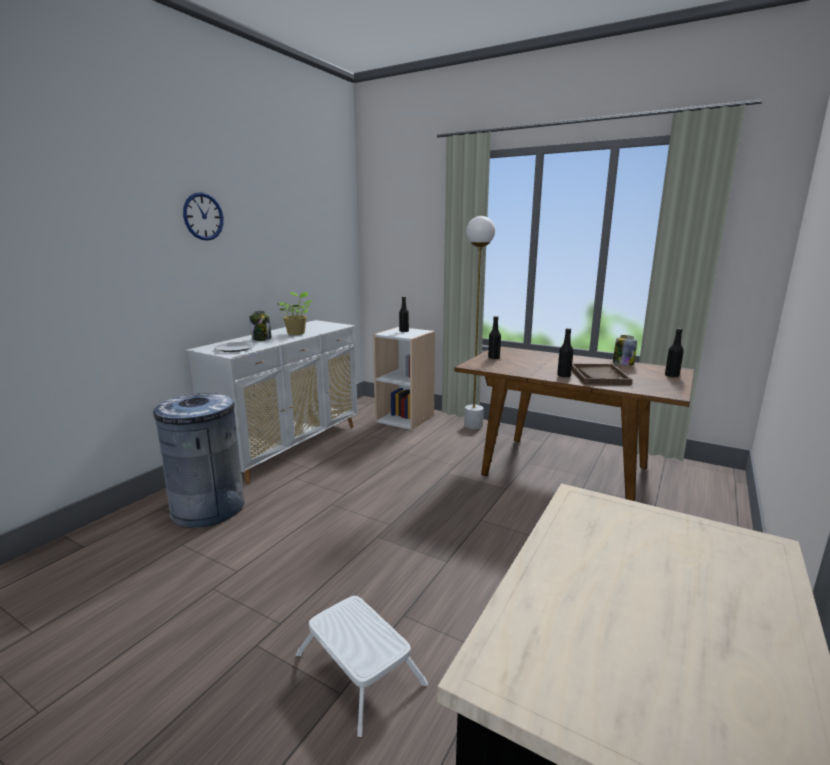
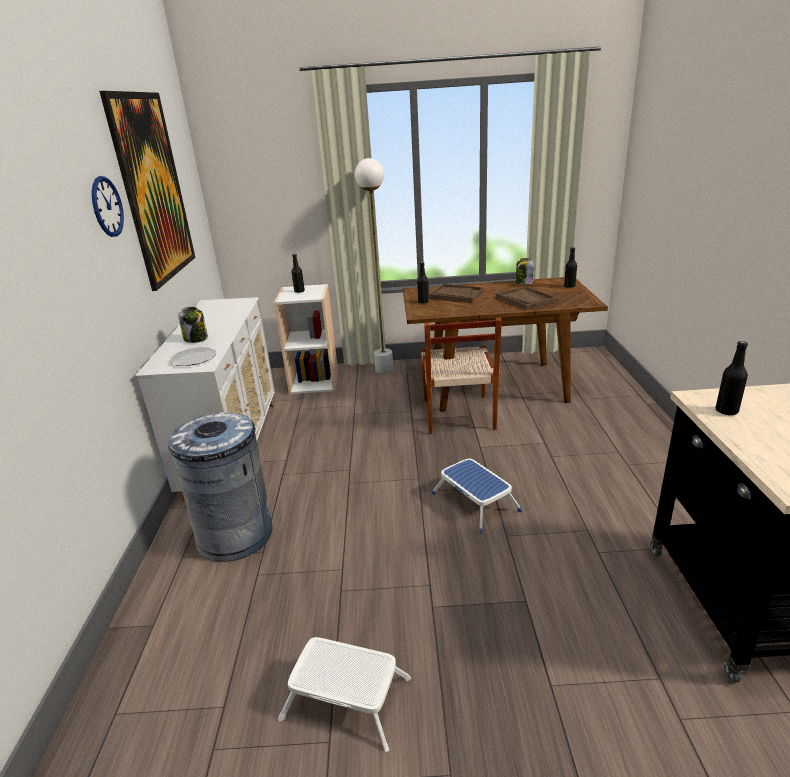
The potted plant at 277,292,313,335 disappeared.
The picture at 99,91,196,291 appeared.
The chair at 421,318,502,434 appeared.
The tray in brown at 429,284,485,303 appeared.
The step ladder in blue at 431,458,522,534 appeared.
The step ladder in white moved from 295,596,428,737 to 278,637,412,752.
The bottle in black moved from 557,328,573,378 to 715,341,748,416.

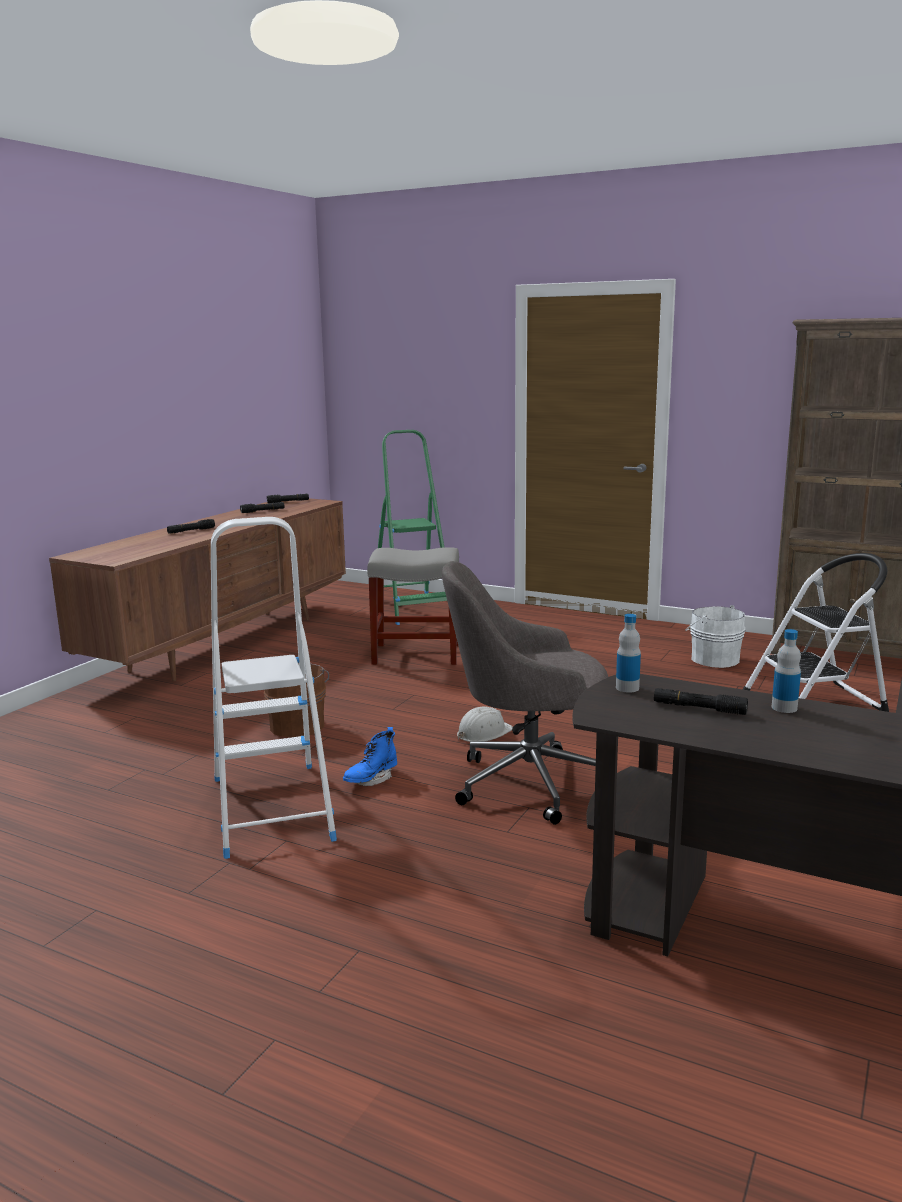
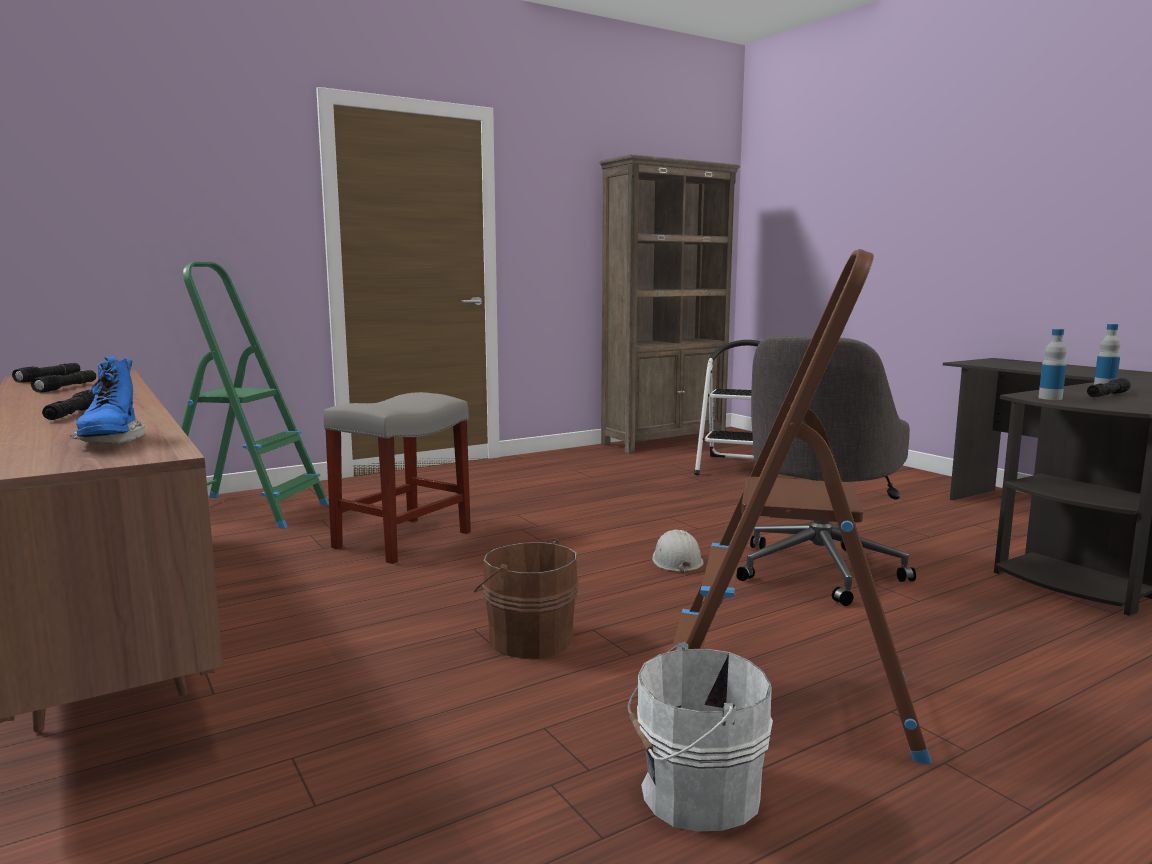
The boot in blue moved from 343,727,397,786 to 70,356,146,444.
The bucket in white moved from 685,605,745,668 to 628,642,773,832.
The step ladder in white at 211,517,337,859 became the step ladder in brown at 672,249,932,764.

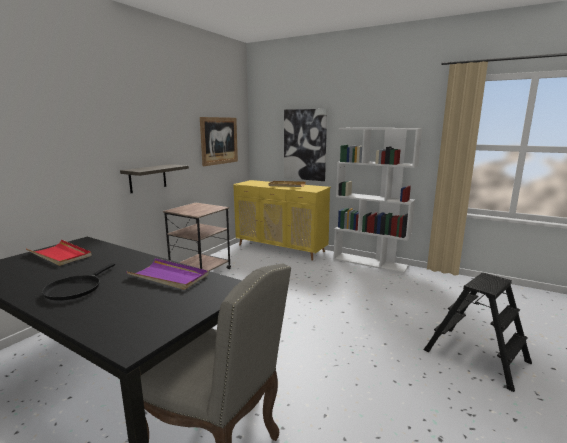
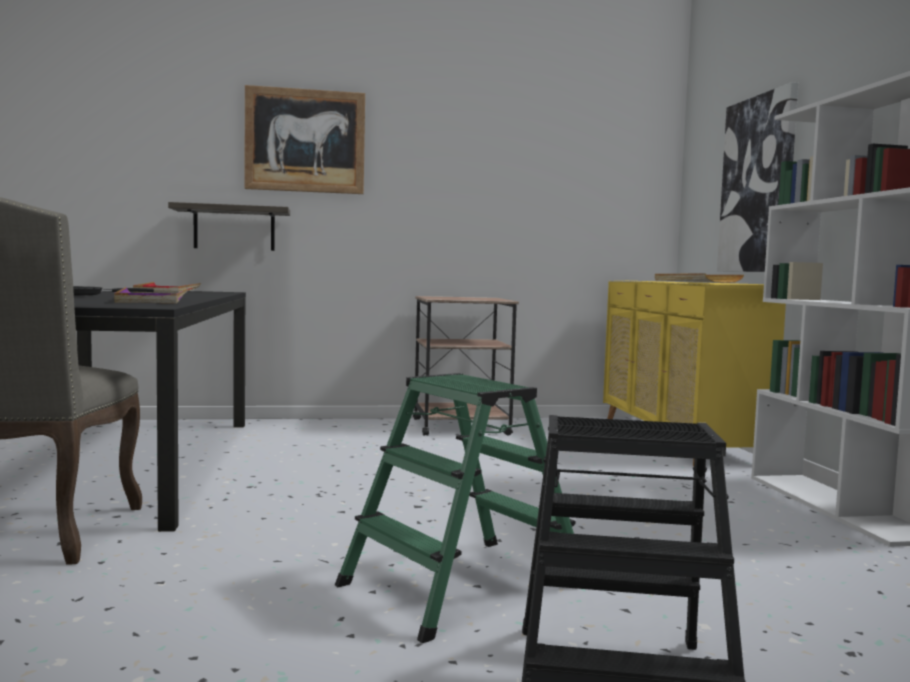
The step ladder in green at 335,373,576,643 appeared.
The shelf moved from 120,164,189,193 to 168,202,290,251.
The picture moved from 200,117,238,166 to 244,85,365,194.

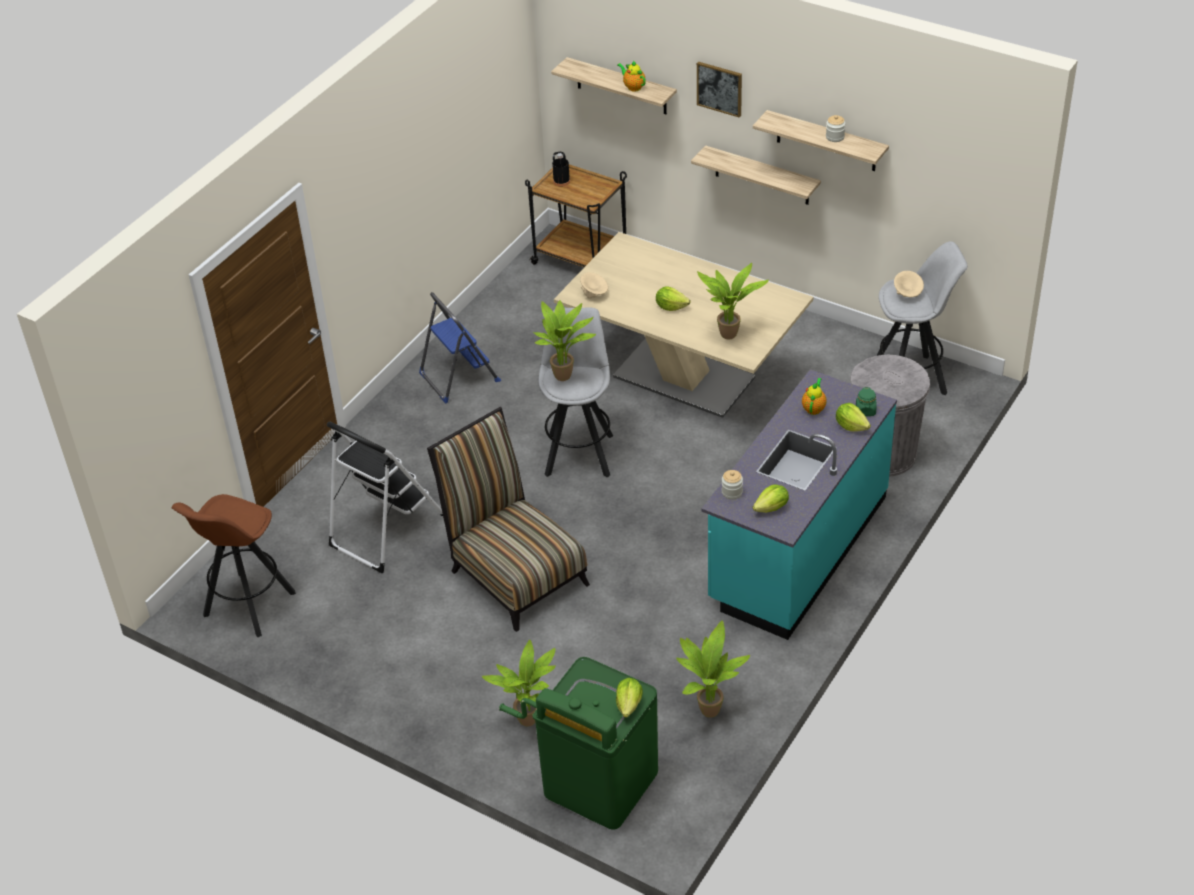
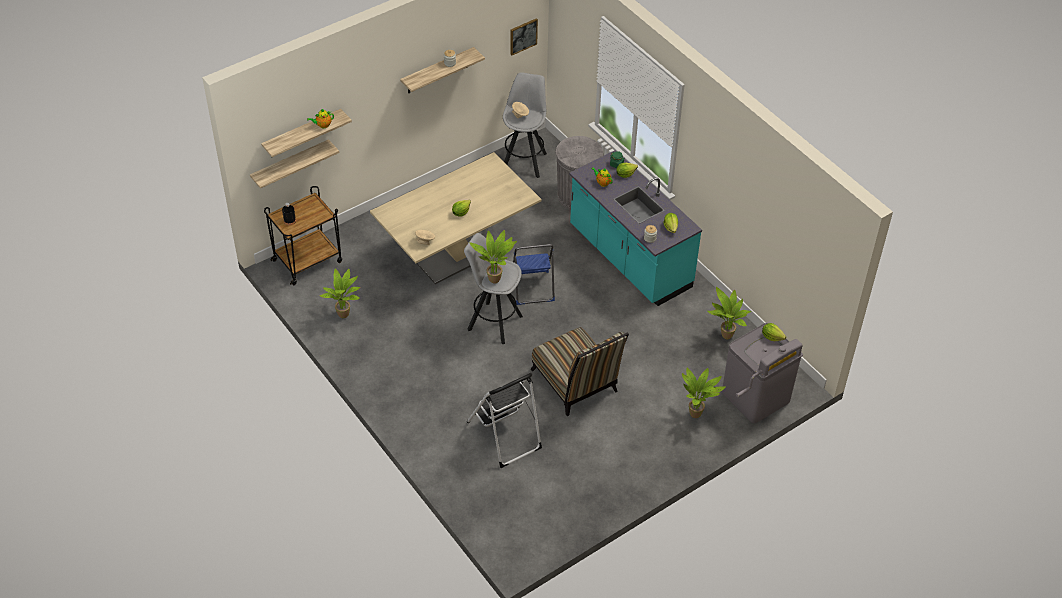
The stool in brown at 172,494,296,637 disappeared.
The step ladder in blue moved from 419,292,501,403 to 513,244,555,305.
The shelf moved from 691,145,821,205 to 250,139,339,188.
The picture moved from 697,61,742,118 to 511,18,538,55.
The potted plant moved from 697,263,769,339 to 319,268,360,318.
The washing machine in green at 499,657,658,830 became the washing machine in grey at 722,323,803,423.
The chair at 427,407,590,632 turned 105 degrees counterclockwise.

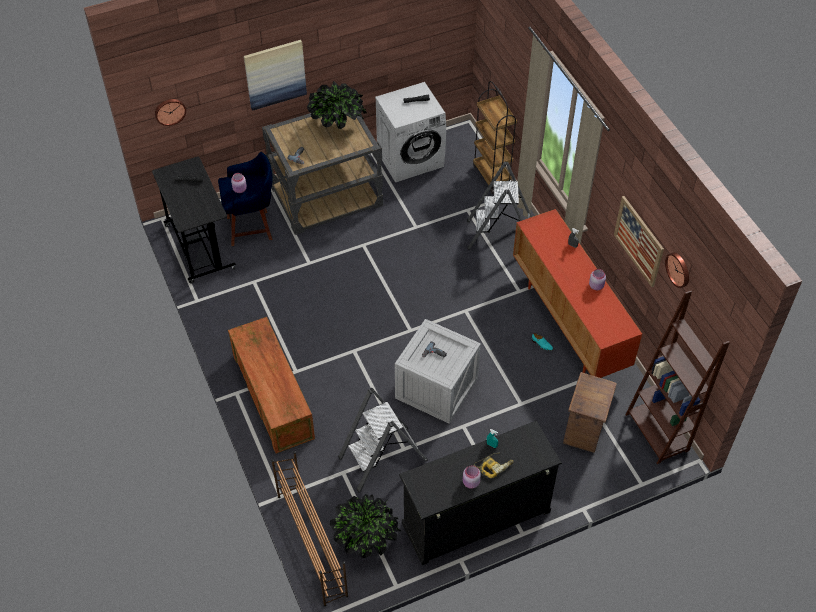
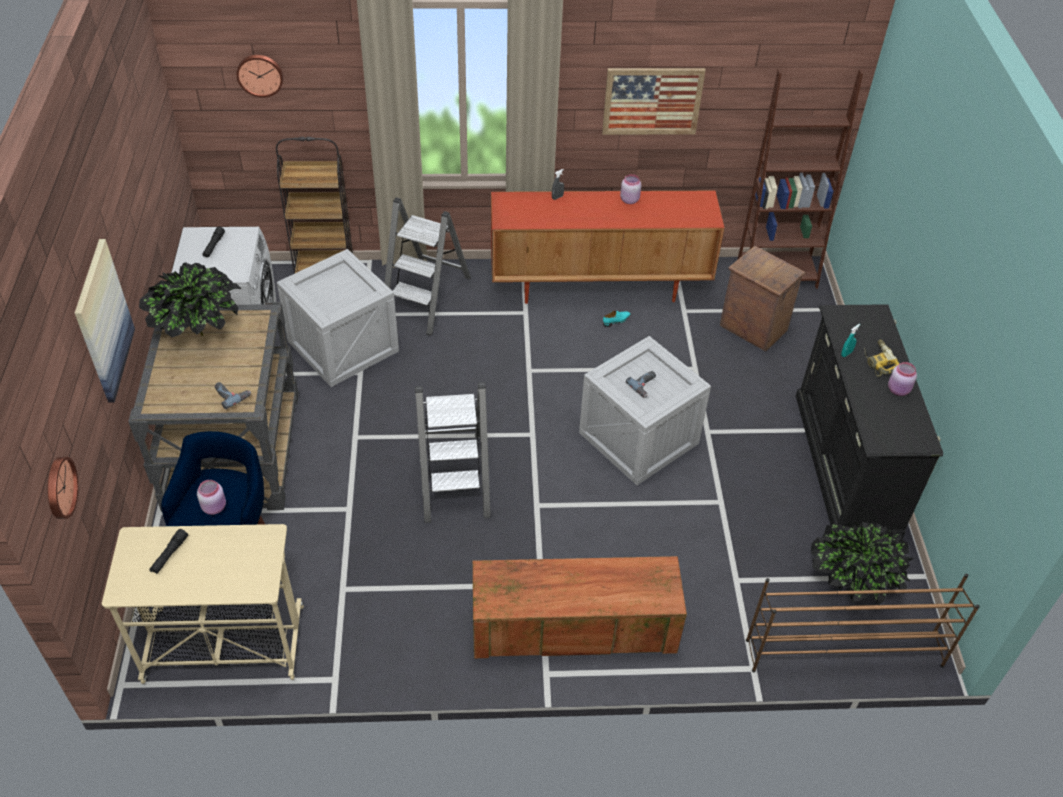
The crate at 277,249,399,387 appeared.
The step ladder in grey moved from 338,388,428,493 to 415,382,491,523.
The wall clock moved from 665,253,689,288 to 236,55,283,98.
The desk in black at 152,157,236,284 became the desk in beige at 102,524,304,684.

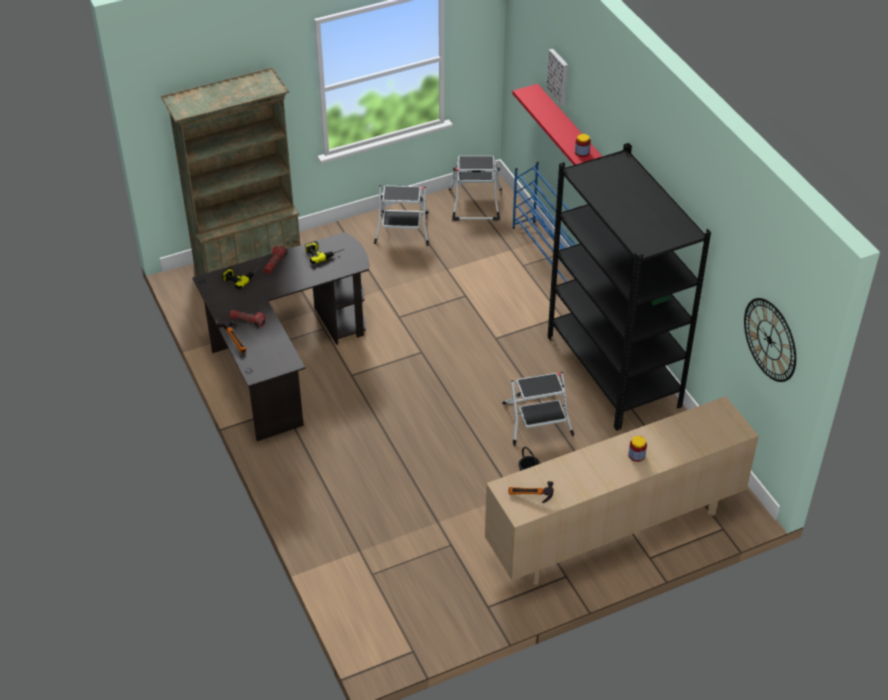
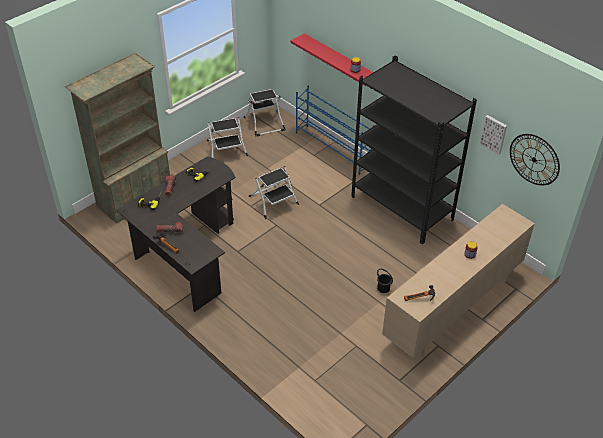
The step ladder moved from 502,372,574,446 to 249,166,299,219.
The picture moved from 547,49,568,106 to 480,115,507,155.

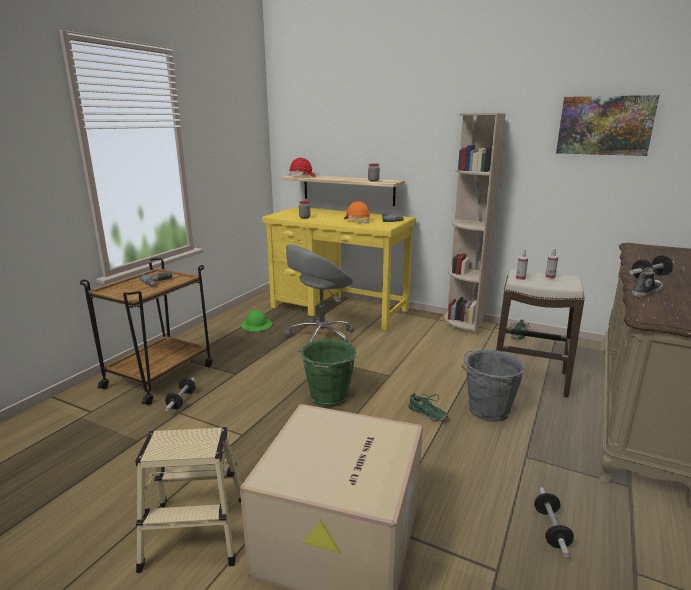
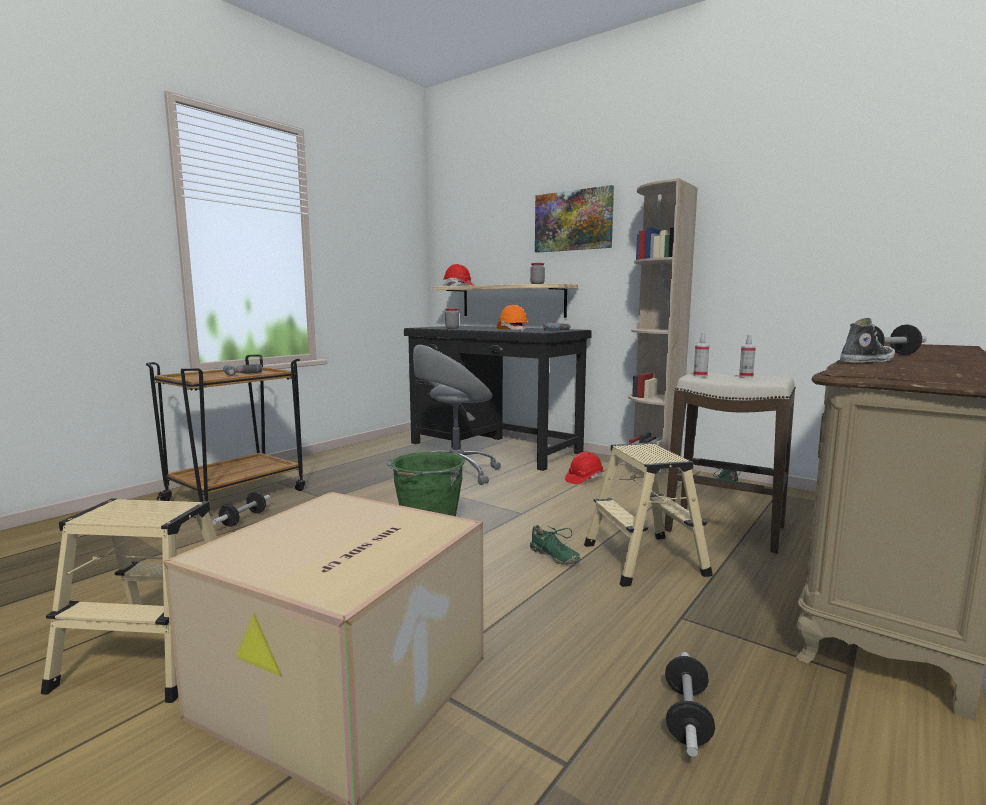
The hard hat in green at 241,310,272,331 disappeared.
The hard hat in red at 565,452,604,484 appeared.
The picture moved from 556,95,660,156 to 535,185,614,253.
The bucket in grey at 462,350,526,422 was replaced by the step ladder in beige at 584,442,713,587.
The desk in yellow at 262,207,416,331 became the desk in black at 404,326,592,471.

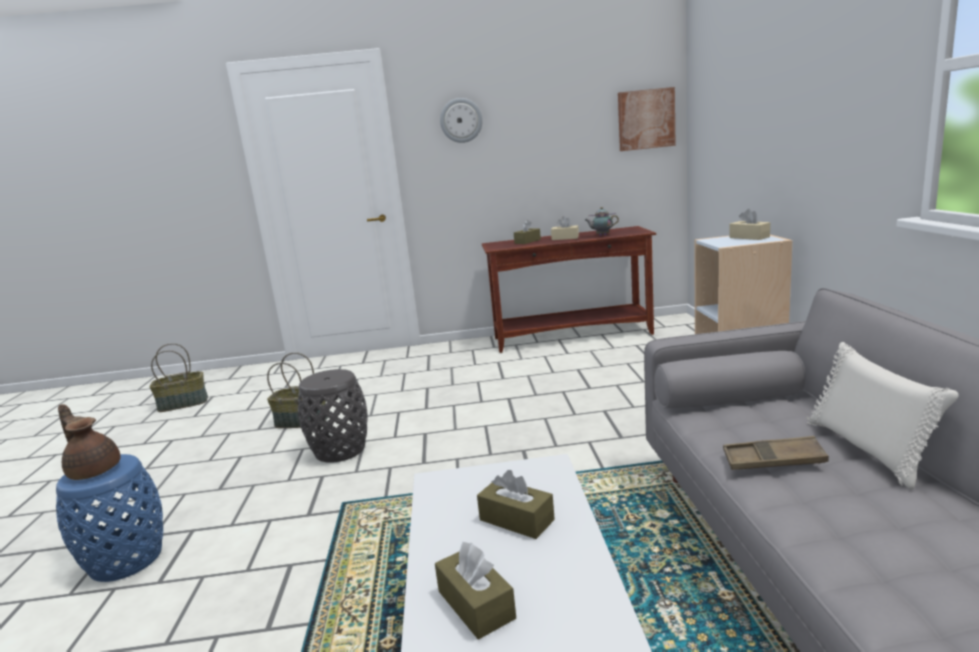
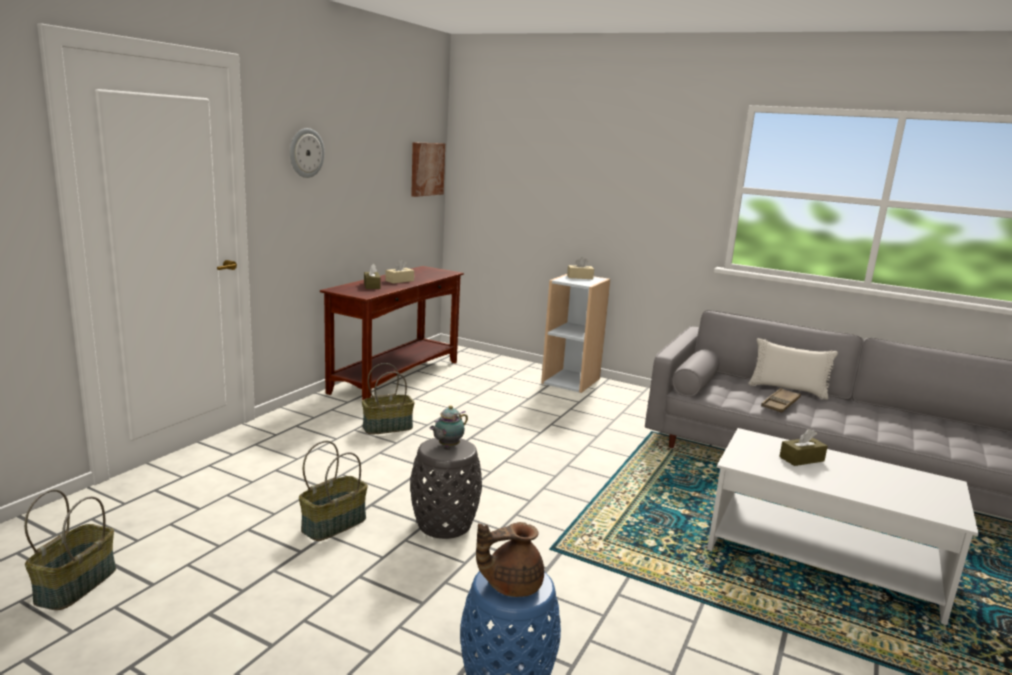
The tissue box in brown at 435,542,516,640 disappeared.
The basket at 362,363,415,435 appeared.
The teapot moved from 585,207,619,236 to 430,406,468,447.

